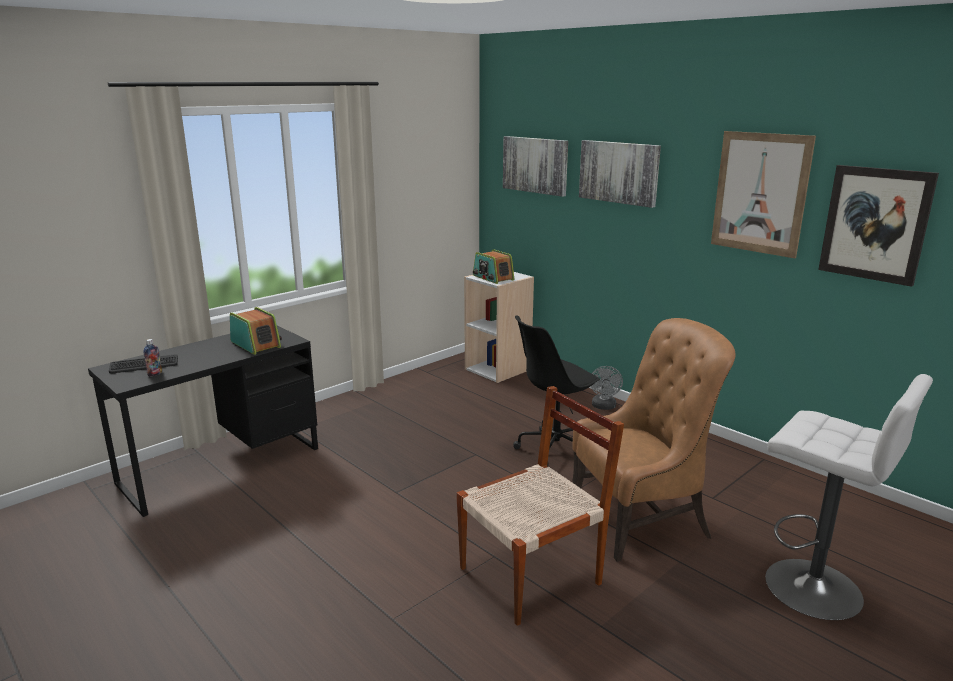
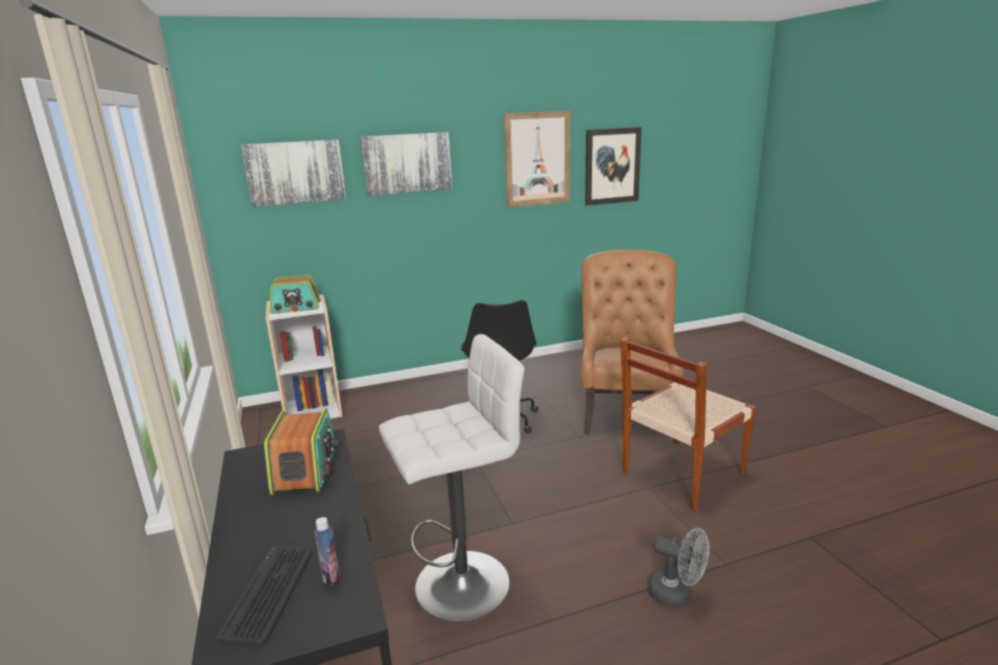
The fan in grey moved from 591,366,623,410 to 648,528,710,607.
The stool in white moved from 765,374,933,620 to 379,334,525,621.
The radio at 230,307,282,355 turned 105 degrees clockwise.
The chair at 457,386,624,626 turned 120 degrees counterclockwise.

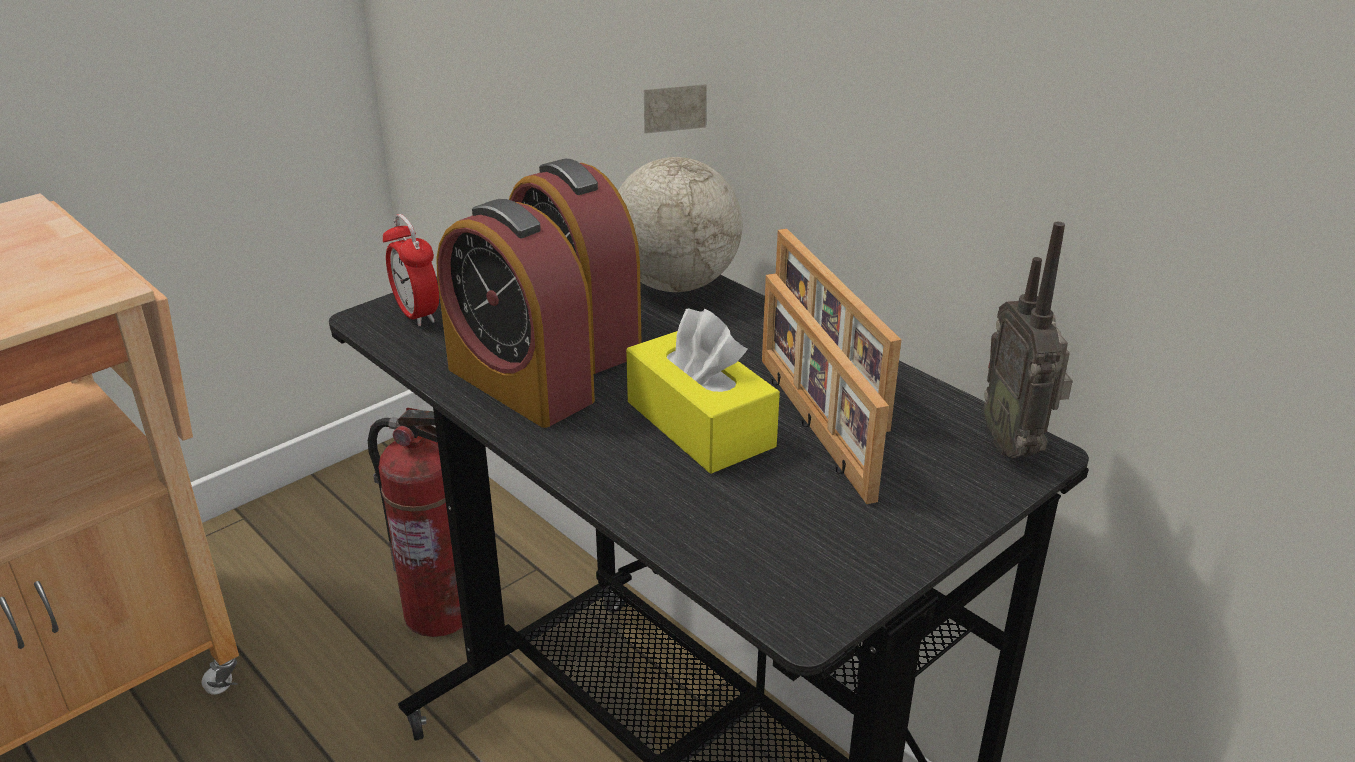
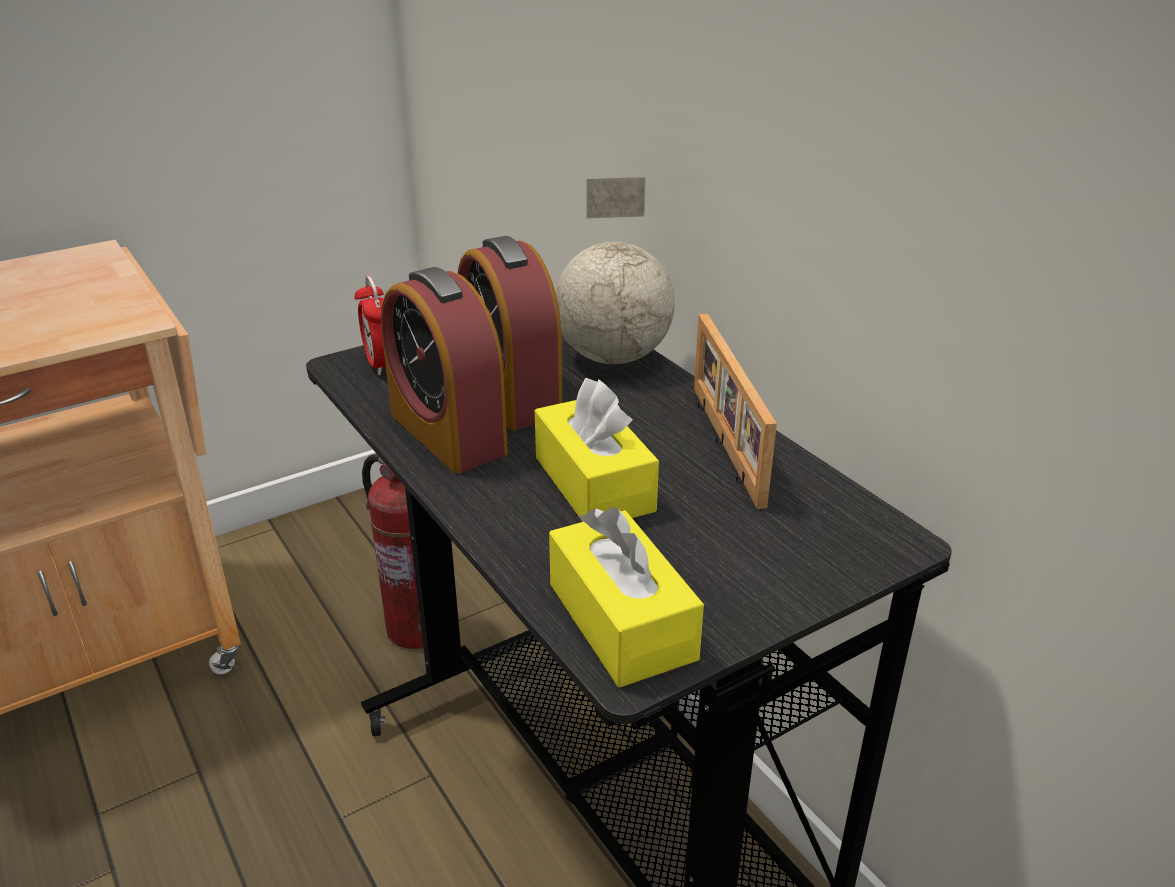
The picture frame at 762,273,889,504 disappeared.
The radio at 983,222,1073,459 disappeared.
The tissue box in yellow at 549,507,704,687 appeared.

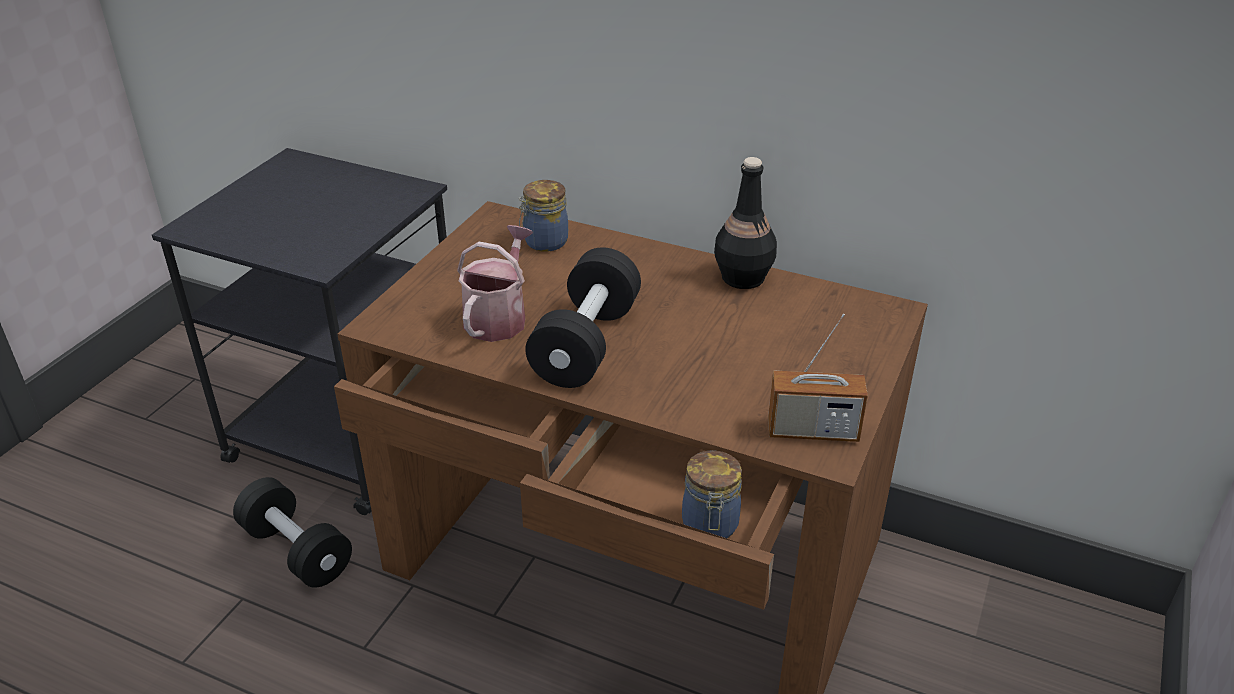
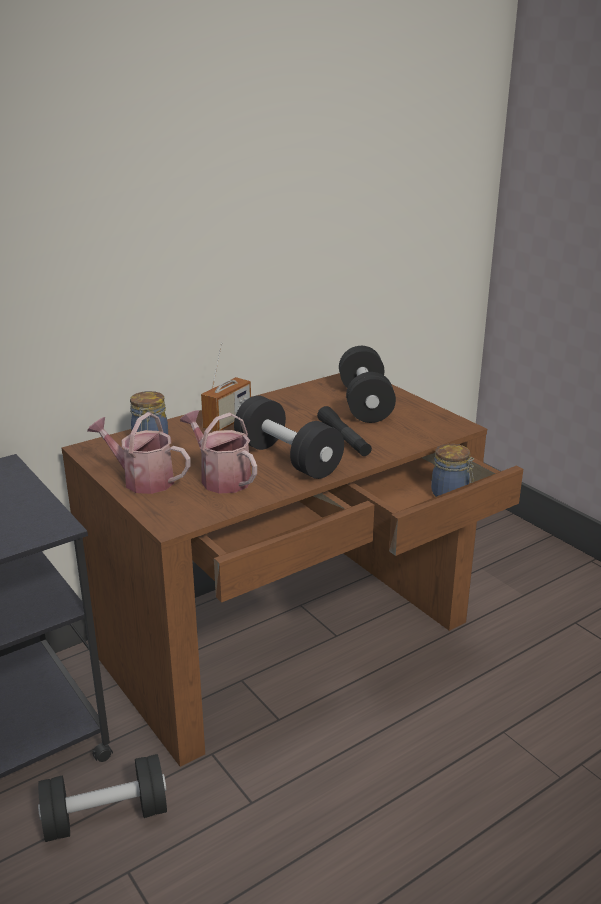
The bottle in black at 714,157,777,289 disappeared.
The watering can at 87,412,190,494 appeared.
The flashlight in black at 317,406,372,456 appeared.
The dumbbell in black at 339,346,396,423 appeared.
The radio moved from 768,314,868,442 to 201,342,251,431.

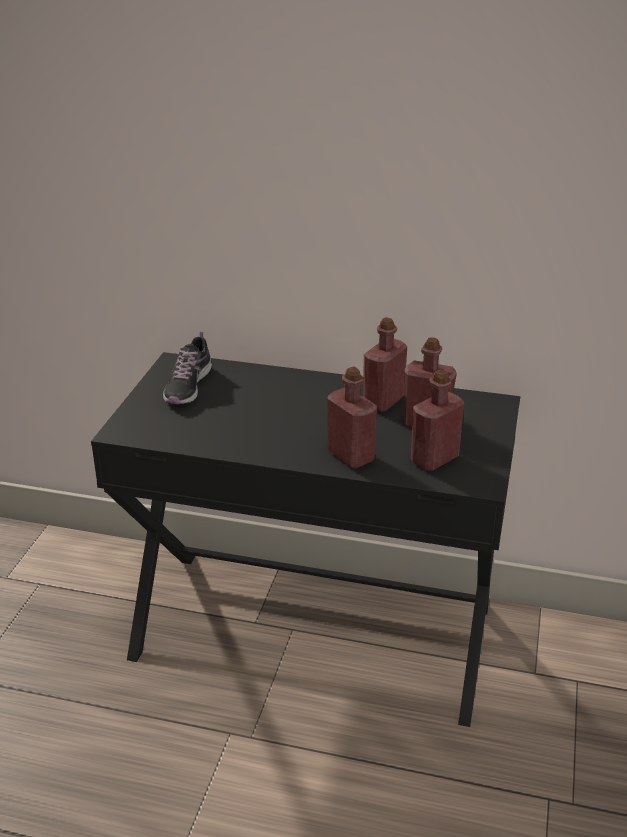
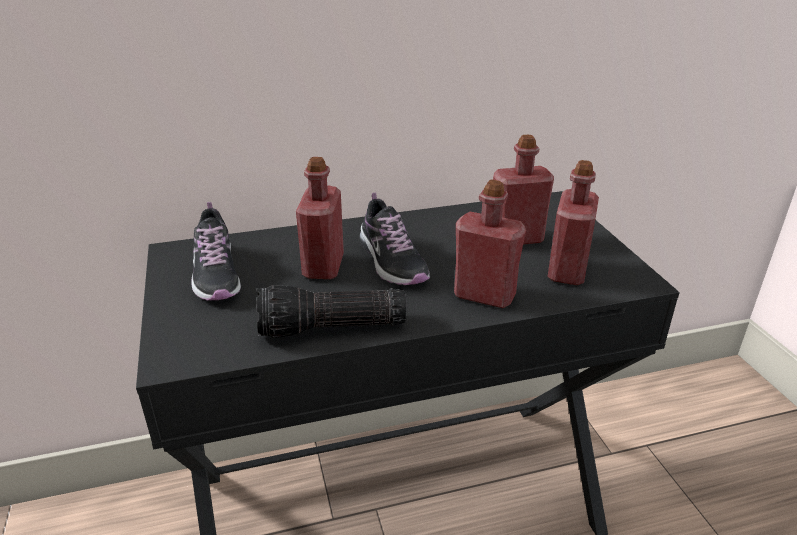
The flashlight at 256,285,407,338 appeared.
The shoe at 359,193,430,285 appeared.
The bottle in red moved from 363,317,407,412 to 296,157,344,279.

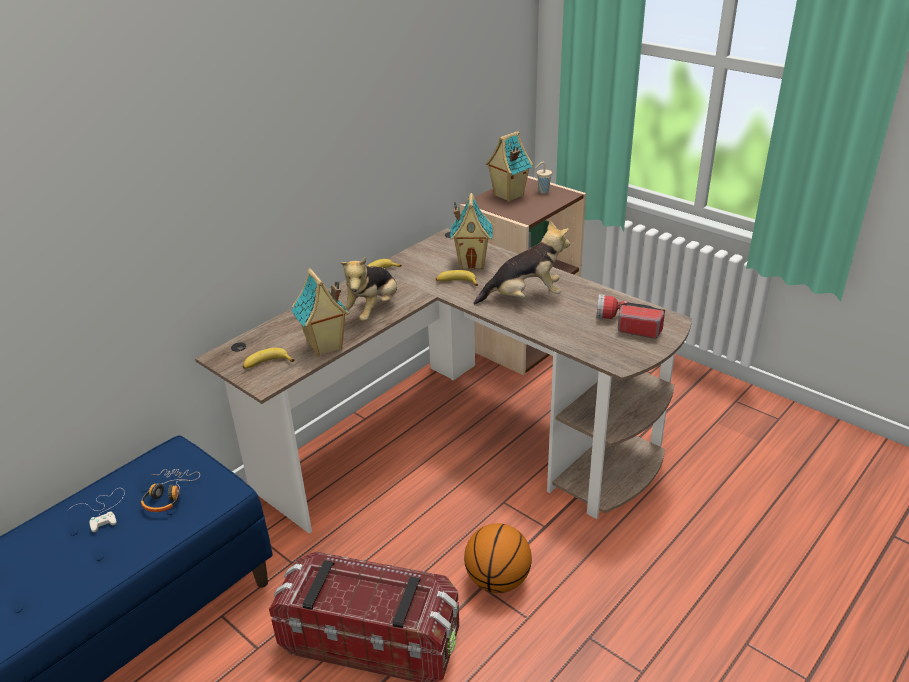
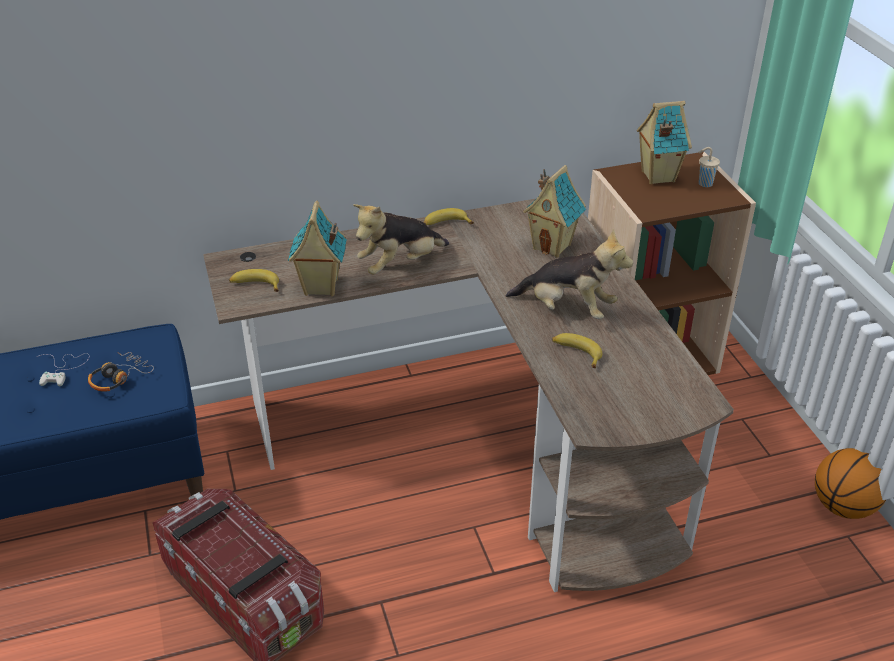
The flashlight at 597,294,665,339 disappeared.
The banana moved from 436,270,478,286 to 552,333,602,368.
The basketball moved from 464,523,532,593 to 815,448,886,519.

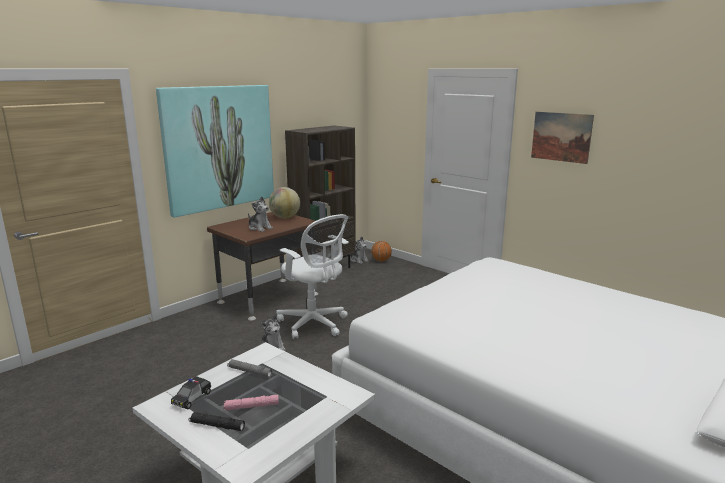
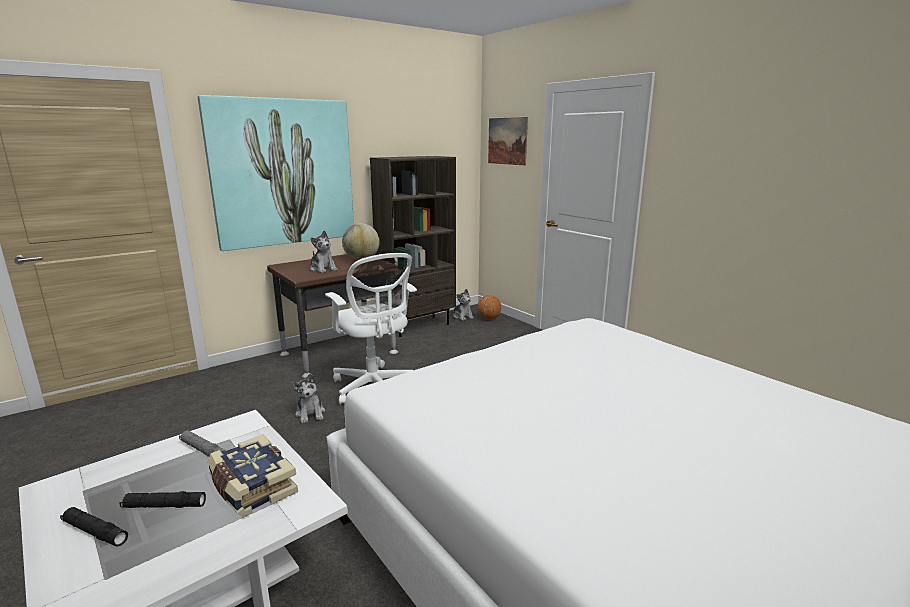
The toy car at 171,376,211,409 disappeared.
The book at 208,434,298,518 appeared.
The picture moved from 531,112,594,164 to 488,117,528,165.
The flashlight in pink at 223,395,279,410 became the flashlight in black at 119,491,206,508.

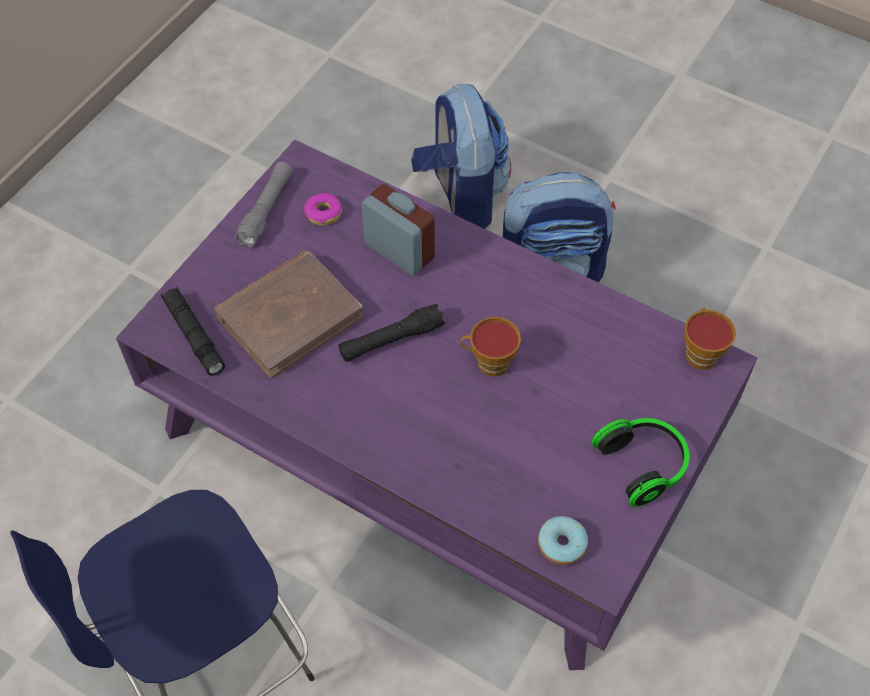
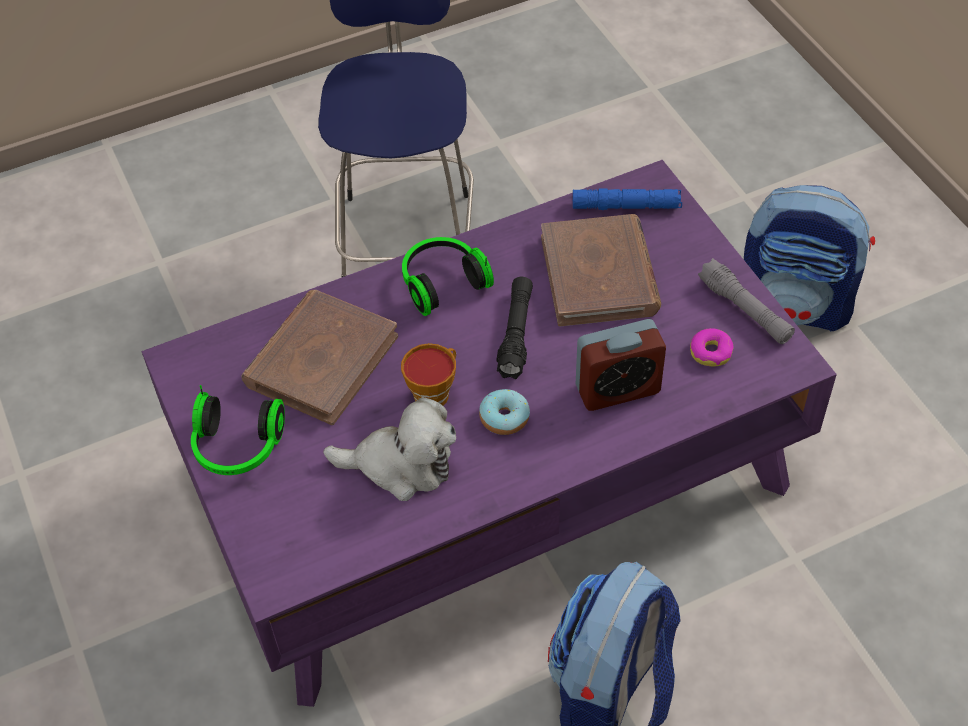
The cup at 684,308,736,370 disappeared.
The book in brown at 241,290,398,425 appeared.
The plush toy at 323,397,456,501 appeared.
The headphones at 402,237,494,316 appeared.
The backpack moved from 411,84,511,229 to 744,185,875,332.
The donut moved from 538,516,588,565 to 479,389,530,435.
The flashlight in black at 161,287,225,376 became the flashlight in blue at 573,188,682,210.

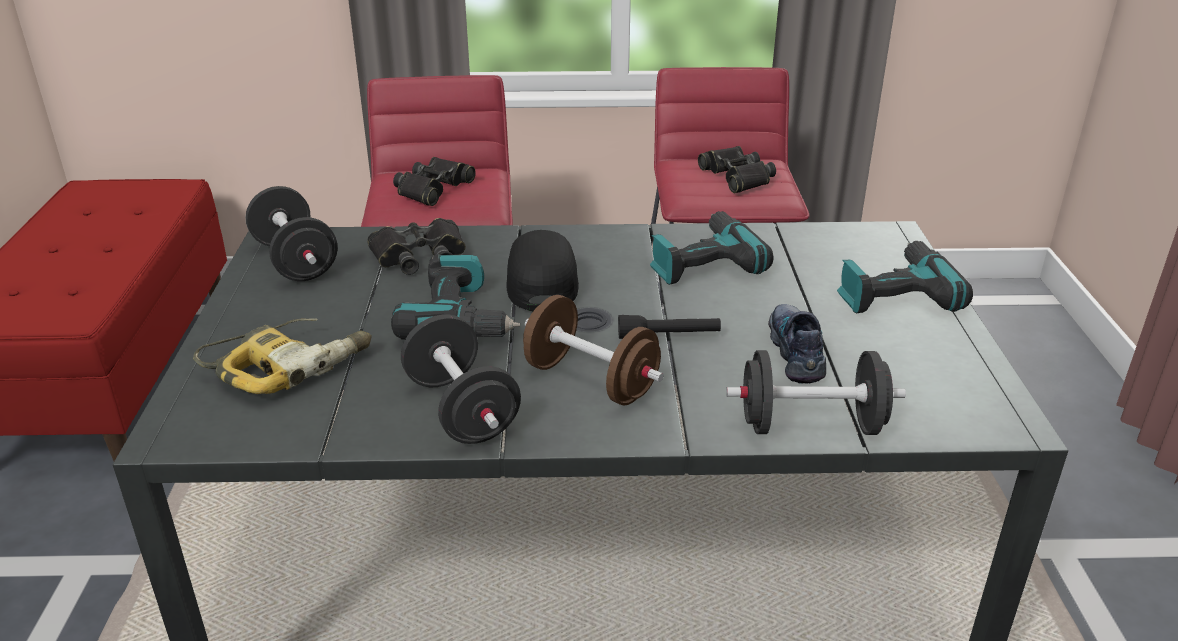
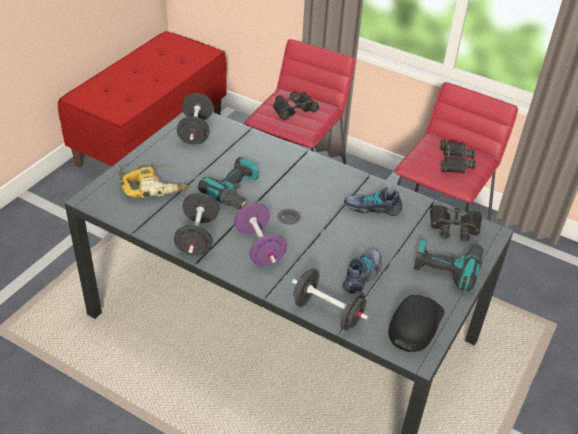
The flashlight in black at 618,315,721,339 disappeared.
The binoculars in black moved from 367,218,466,275 to 430,205,482,242.
The cap in black moved from 506,230,579,311 to 388,295,444,352.
The power drill at 650,211,774,285 was replaced by the shoe at 344,187,402,216.
The dumbbell in brown at 523,295,664,406 became the dumbbell in purple at 234,203,287,266.

